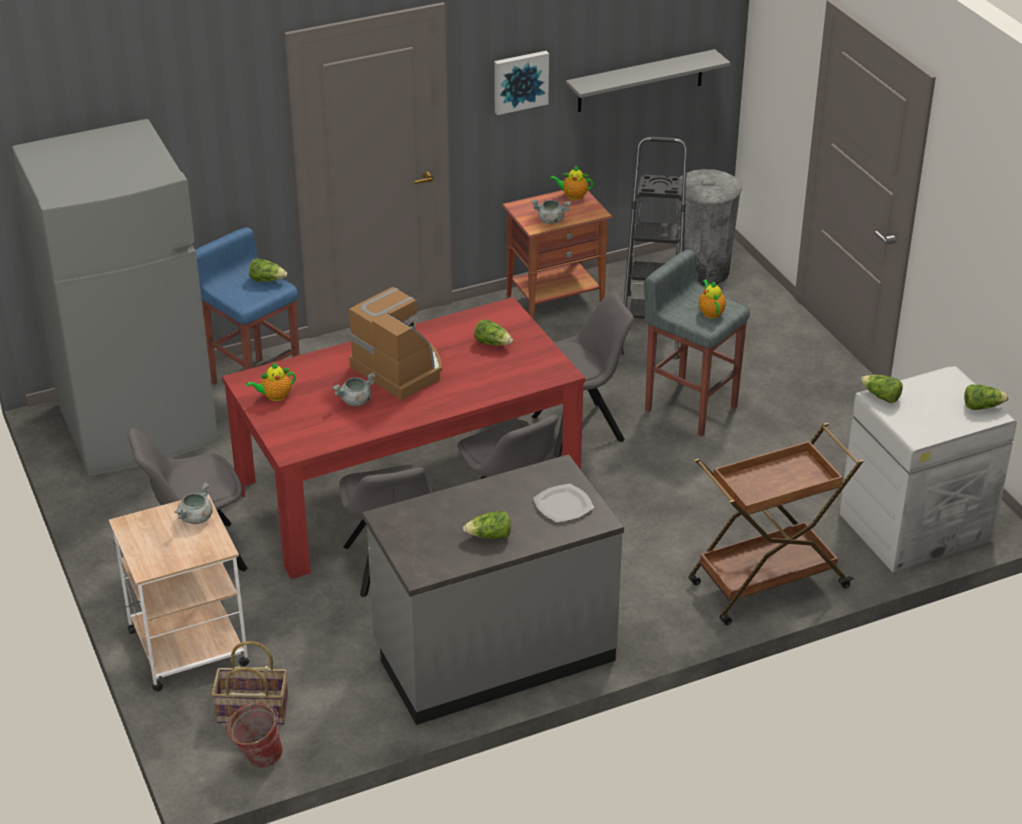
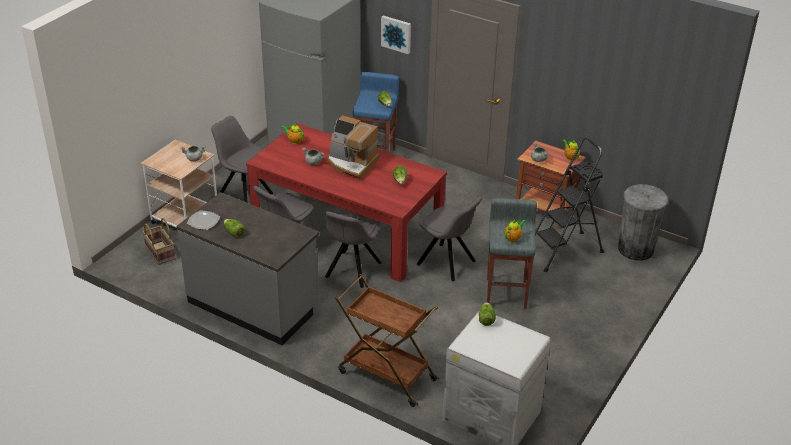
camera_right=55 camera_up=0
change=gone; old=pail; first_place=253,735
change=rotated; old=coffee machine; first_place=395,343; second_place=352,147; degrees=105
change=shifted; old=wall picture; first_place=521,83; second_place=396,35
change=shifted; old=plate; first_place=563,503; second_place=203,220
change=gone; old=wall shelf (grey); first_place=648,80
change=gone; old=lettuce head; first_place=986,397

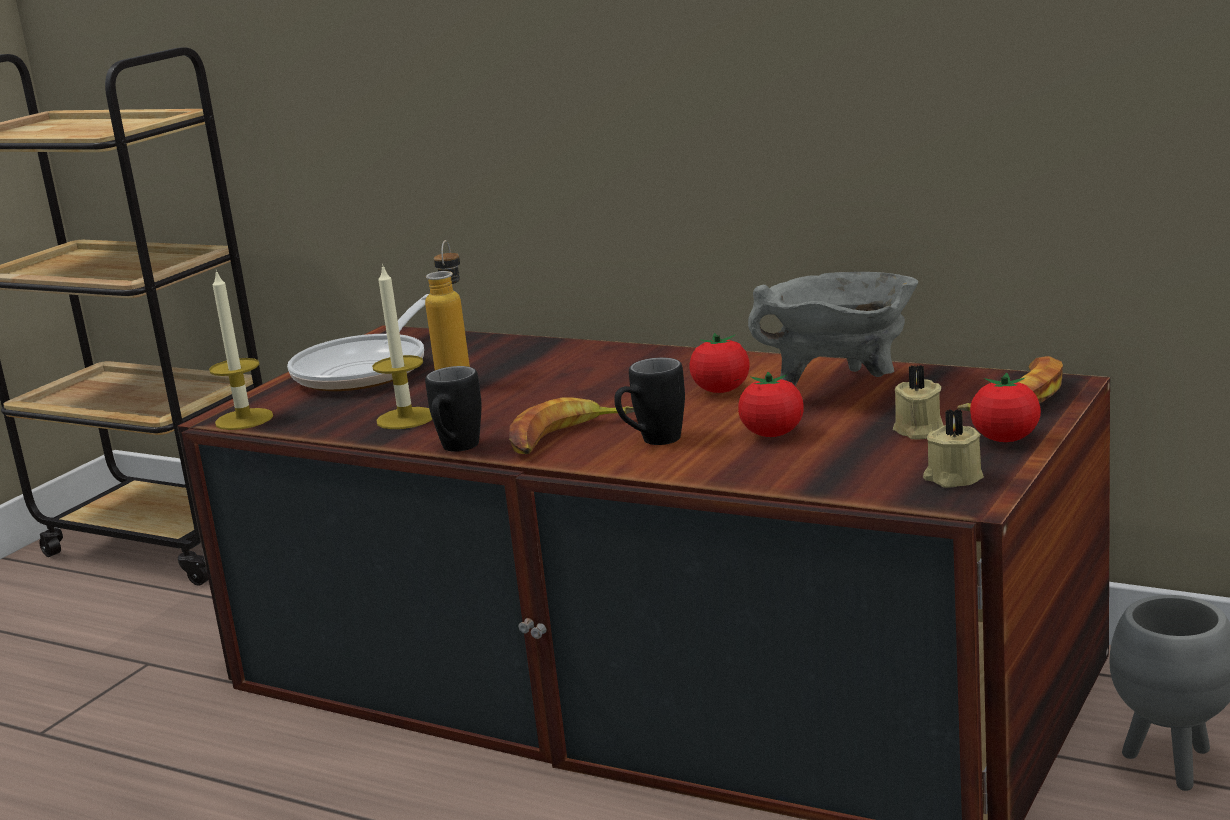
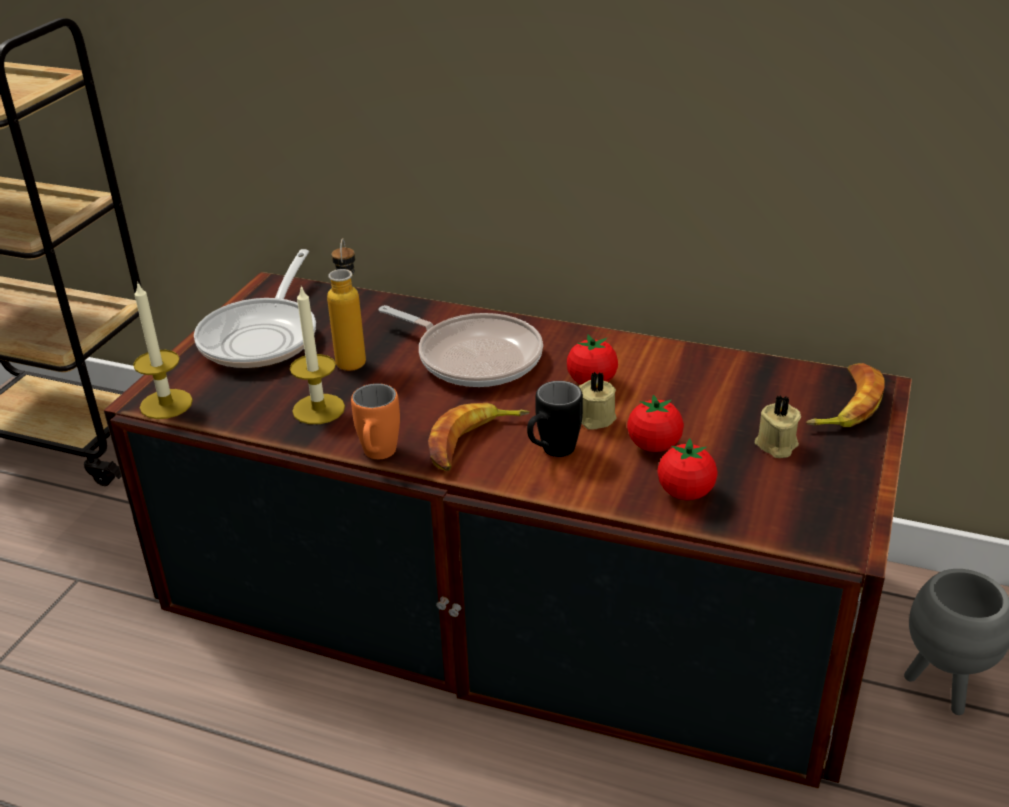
camera_right=-10 camera_up=15
change=repainted; old=mug (blackish); new=mug (orange-coloured); first_place=453,409; second_place=375,421
change=gone; old=stockpot (grey); first_place=833,329
change=shifted; old=candle (beige); first_place=953,448; second_place=597,401
change=shifted; old=tomato; first_place=1005,407; second_place=687,469
change=new; new=skillet; second_place=461,346

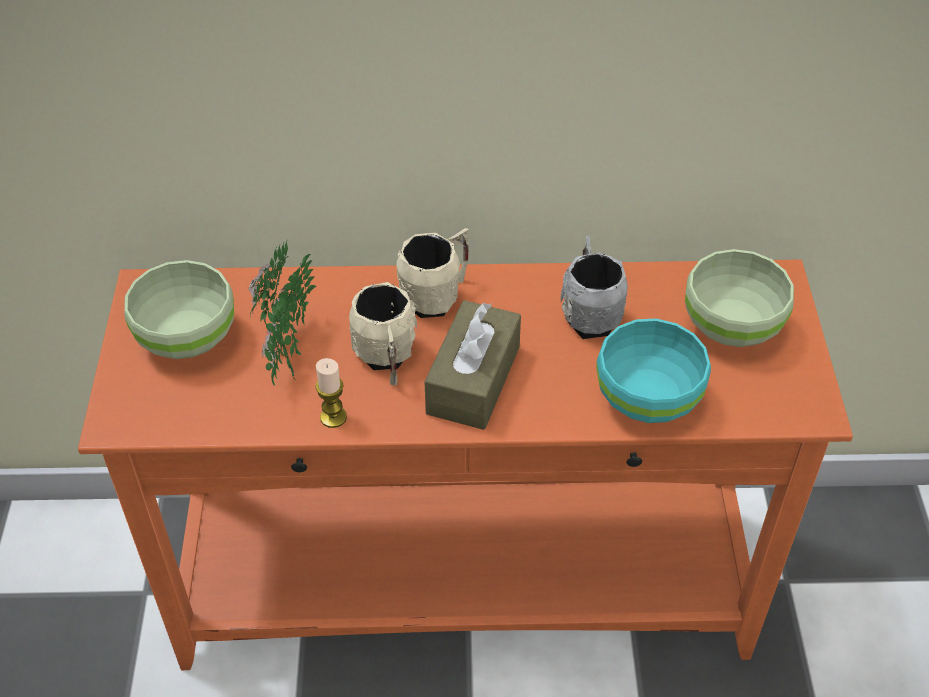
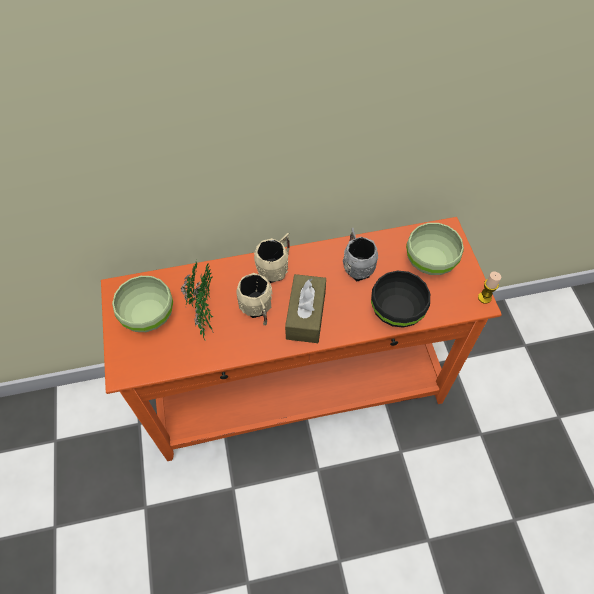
camera_right=-10 camera_up=10
change=shifted; old=candle; first_place=331,393; second_place=489,287
change=repainted; old=serving bowl (turquoise); new=serving bowl (blackish); first_place=653,370; second_place=400,299

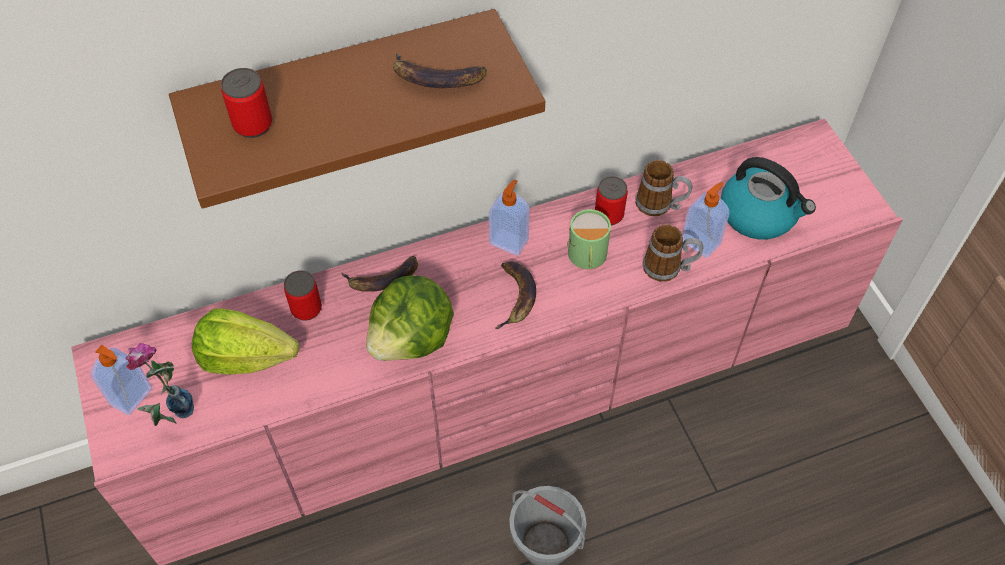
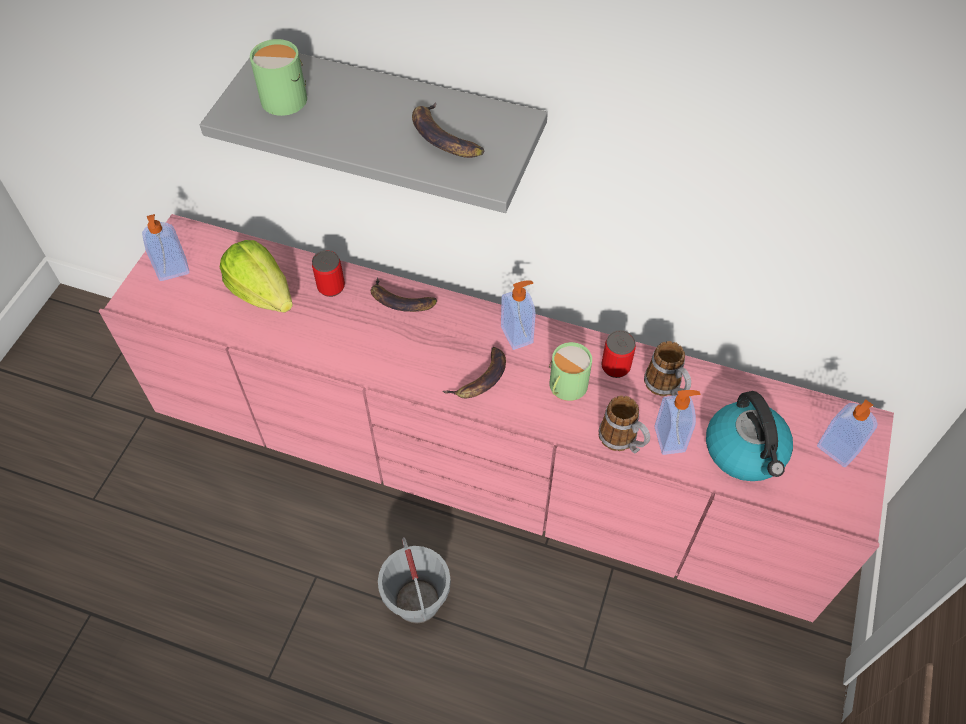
camera_right=40 camera_up=0
change=gone; old=vase; first_place=160,384
change=repainted; old=wall shelf (brown); new=wall shelf (grey); first_place=357,109; second_place=374,133
change=swapped; old=metal can; new=mug (greenish); first_place=246,103; second_place=278,77
change=gone; old=lettuce head; first_place=410,318
change=new; new=liquid soap bottle; second_place=847,433

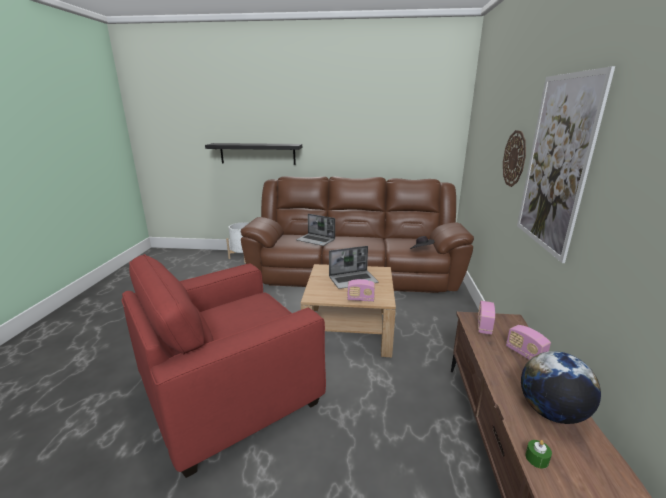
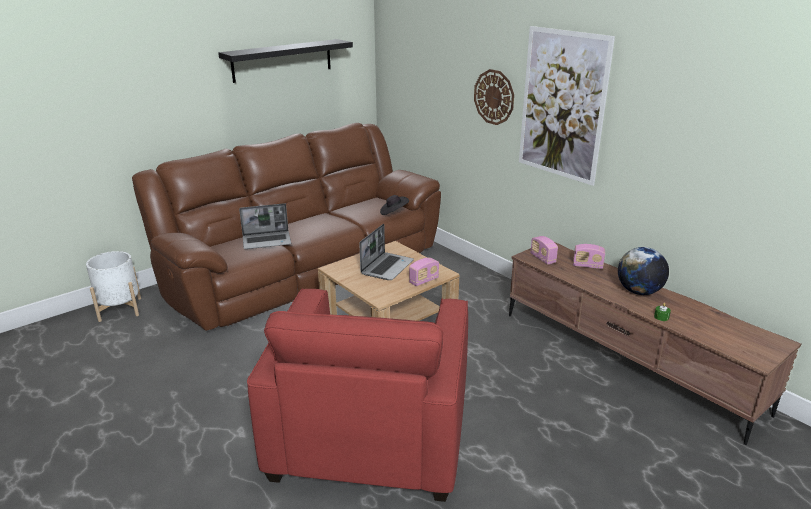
camera_right=-45 camera_up=5
change=shifted; old=wall shelf (blackish); first_place=253,154; second_place=285,61

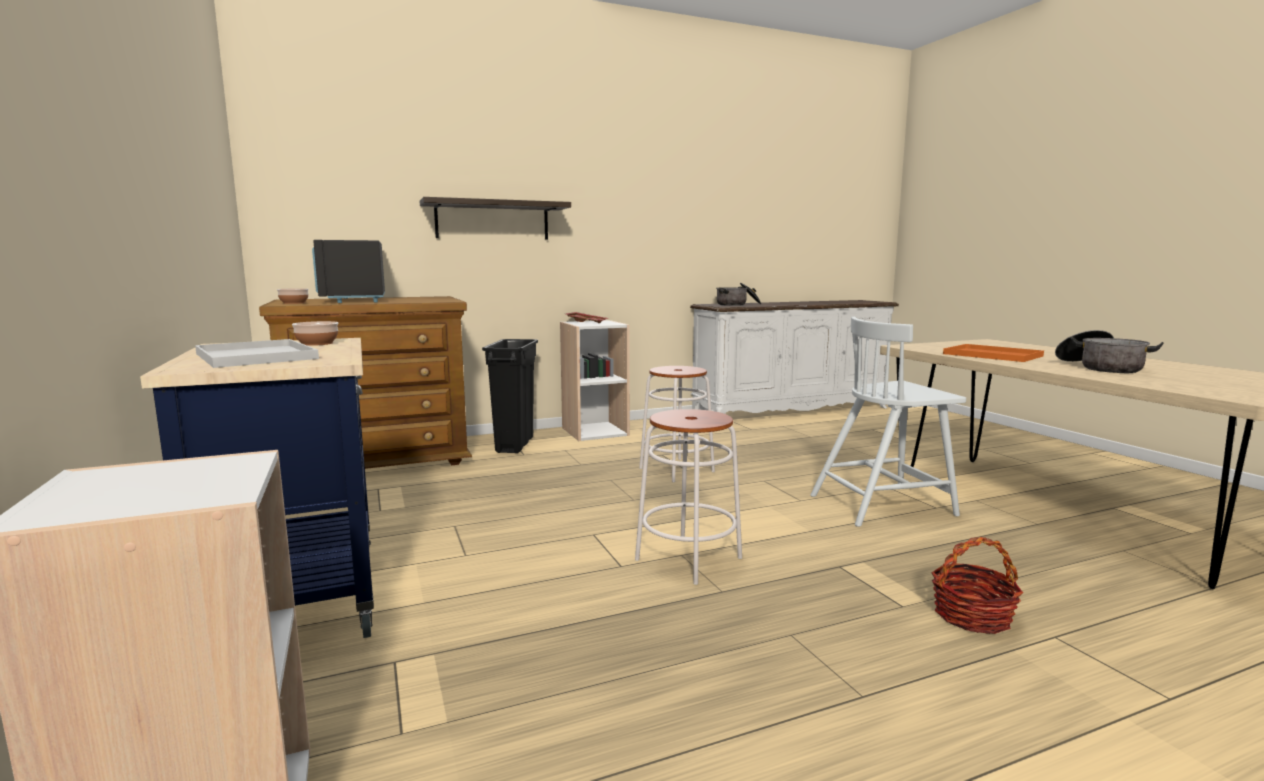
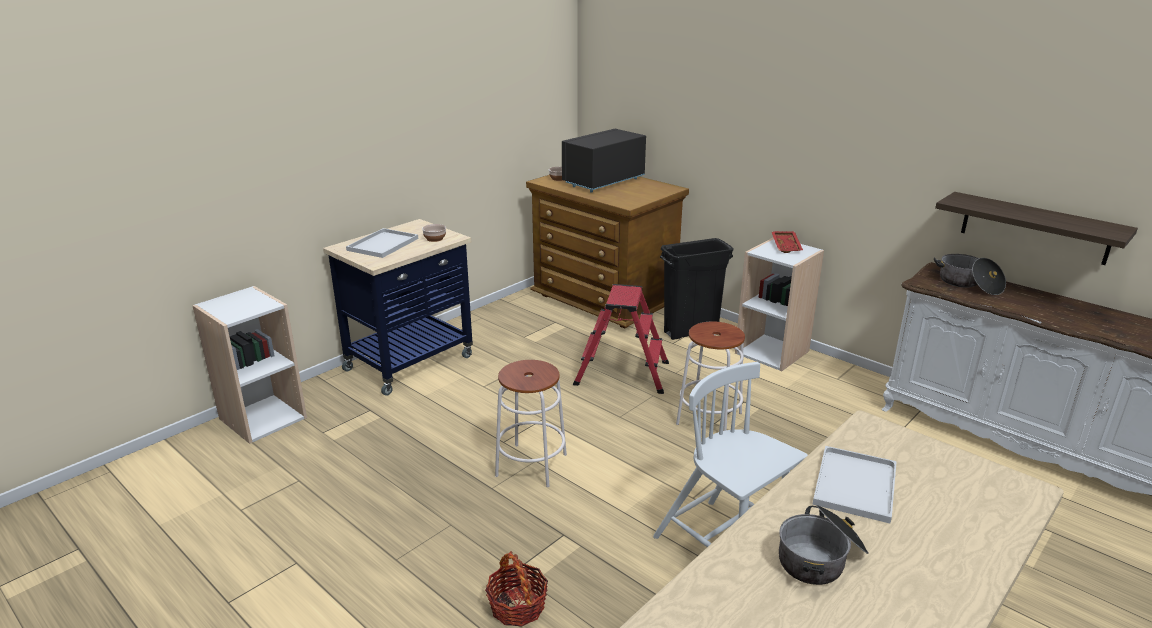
camera_right=65 camera_up=15
change=shifted; old=wall shelf; first_place=495,218; second_place=1036,228
change=repainted; old=tray (orange-coloured); new=tray (white); first_place=993,353; second_place=854,484
change=new; new=step ladder (red); second_place=621,339

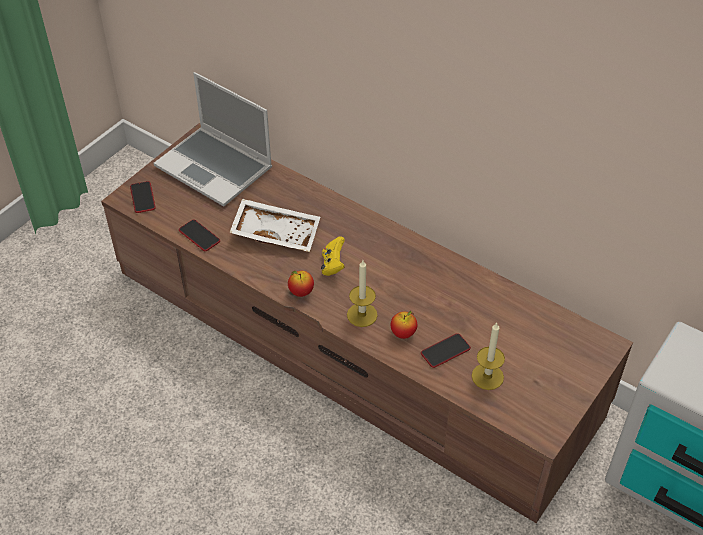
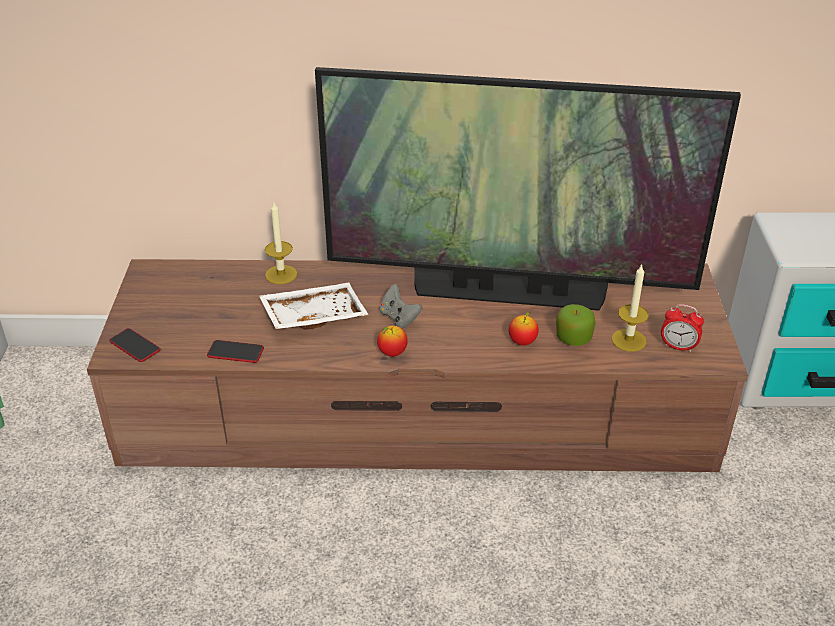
camera_right=-35 camera_up=-10
change=gone; old=laptop; first_place=213,139
change=repainted; old=gamepad (yellow); new=gamepad (grey); first_place=333,256; second_place=401,306
change=shifted; old=candle; first_place=362,293; second_place=281,243
change=swapped; old=phone; new=whole apple; first_place=446,350; second_place=576,325
change=new; new=TV set; second_place=528,189
change=new; new=alarm clock; second_place=682,328

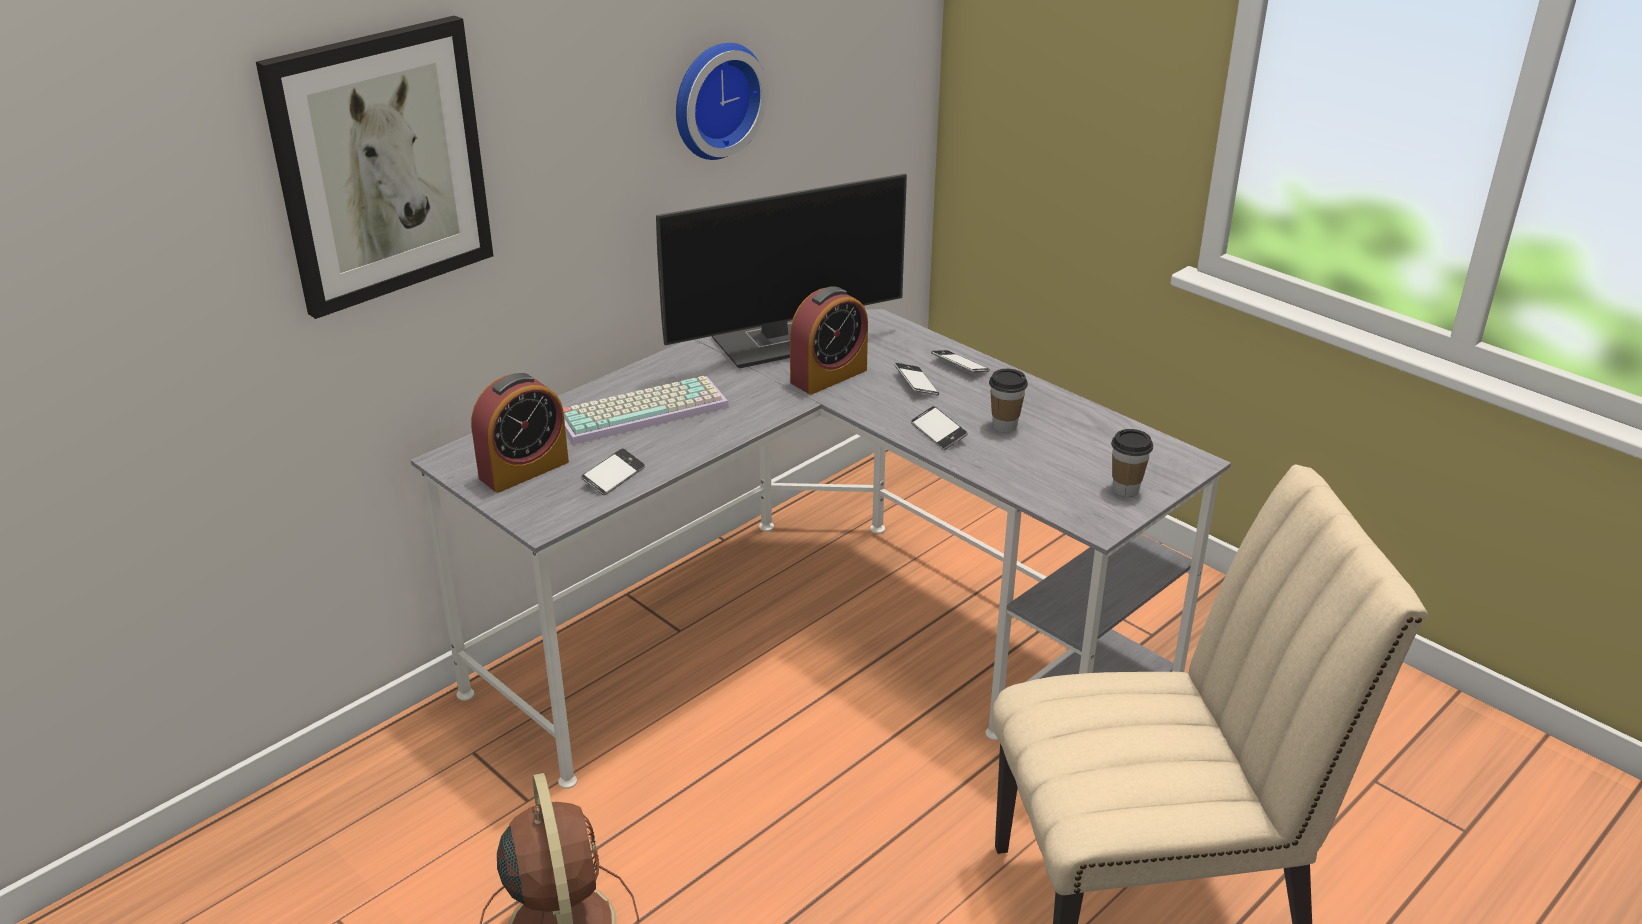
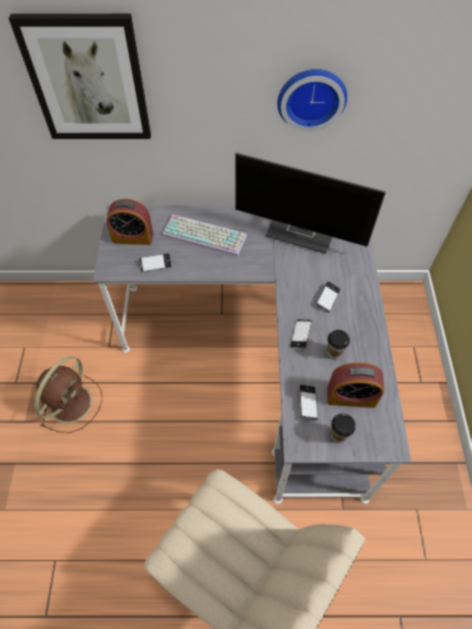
camera_right=45 camera_up=25
change=shifted; old=alarm clock; first_place=829,340; second_place=355,385
change=shifted; old=phone; first_place=960,361; second_place=308,403

